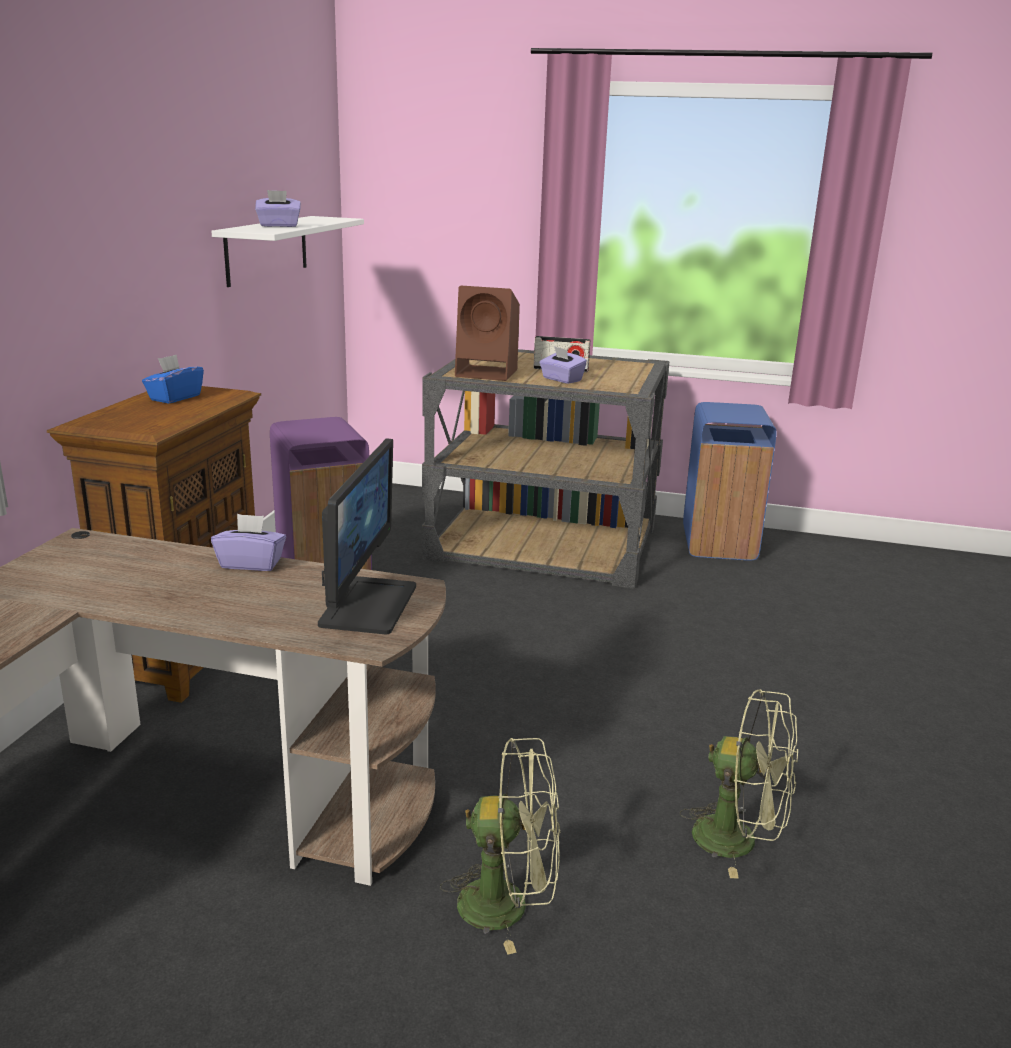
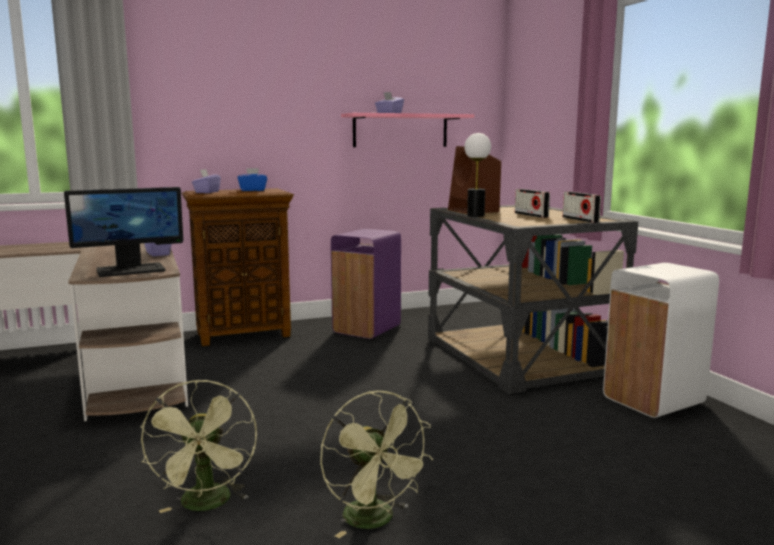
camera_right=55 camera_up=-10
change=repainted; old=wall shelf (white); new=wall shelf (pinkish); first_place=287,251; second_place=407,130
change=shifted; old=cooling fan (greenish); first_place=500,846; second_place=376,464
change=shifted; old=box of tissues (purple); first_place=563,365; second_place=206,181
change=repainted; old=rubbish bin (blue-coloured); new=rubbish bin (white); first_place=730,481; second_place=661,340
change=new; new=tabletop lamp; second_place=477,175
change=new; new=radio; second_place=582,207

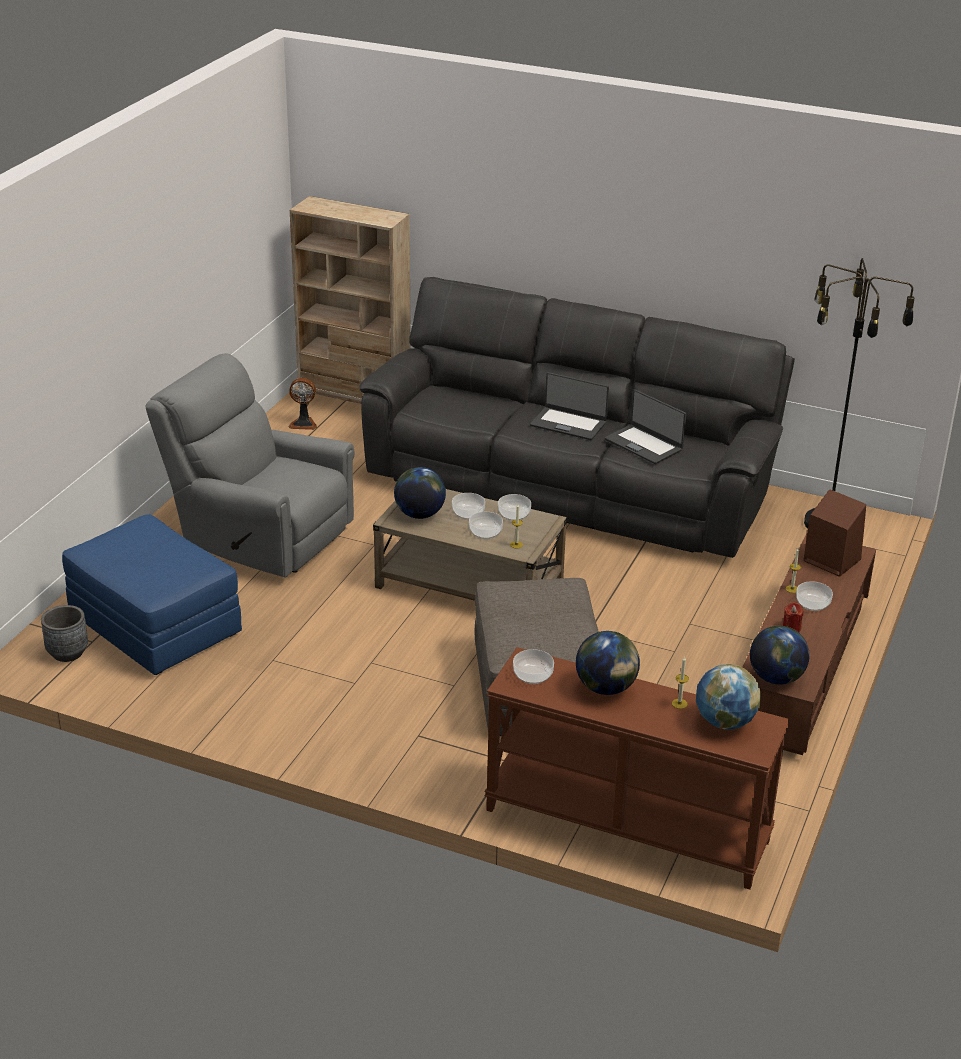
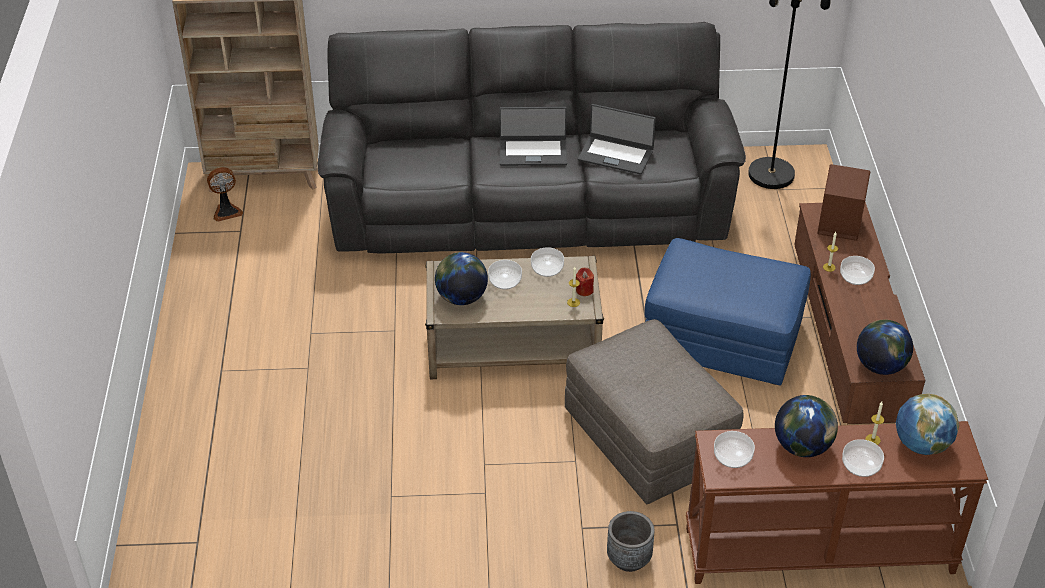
camera_right=-25 camera_up=10
change=shifted; old=plant pot (grey); first_place=64,633; second_place=630,541
change=shifted; old=footrest (blue-coloured); first_place=152,594; second_place=728,311
change=gone; old=armchair (grey); first_place=250,465
change=shifted; old=serving bowl; first_place=486,525; second_place=863,458
change=shifted; old=candle (red); first_place=793,617; second_place=585,282

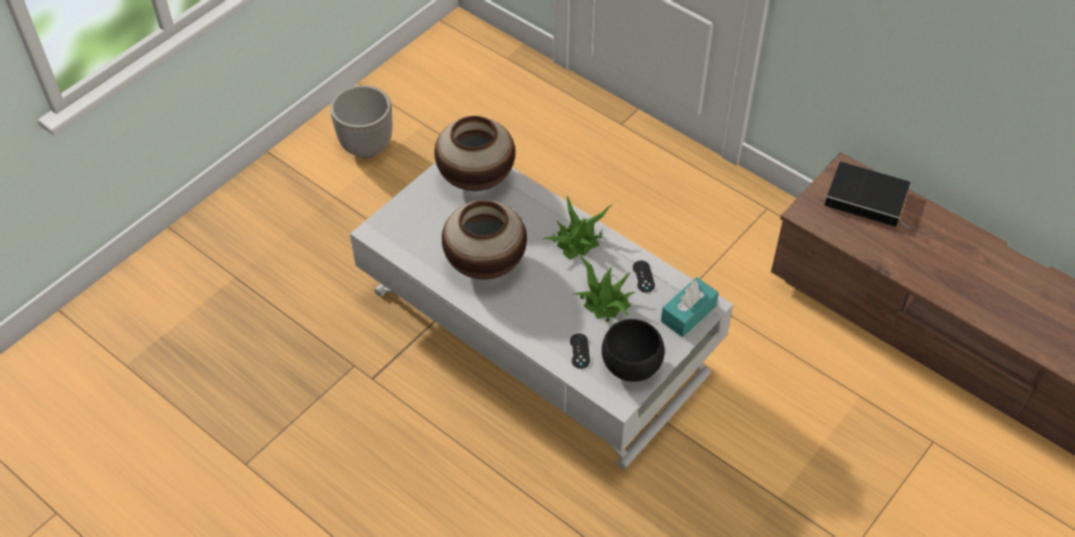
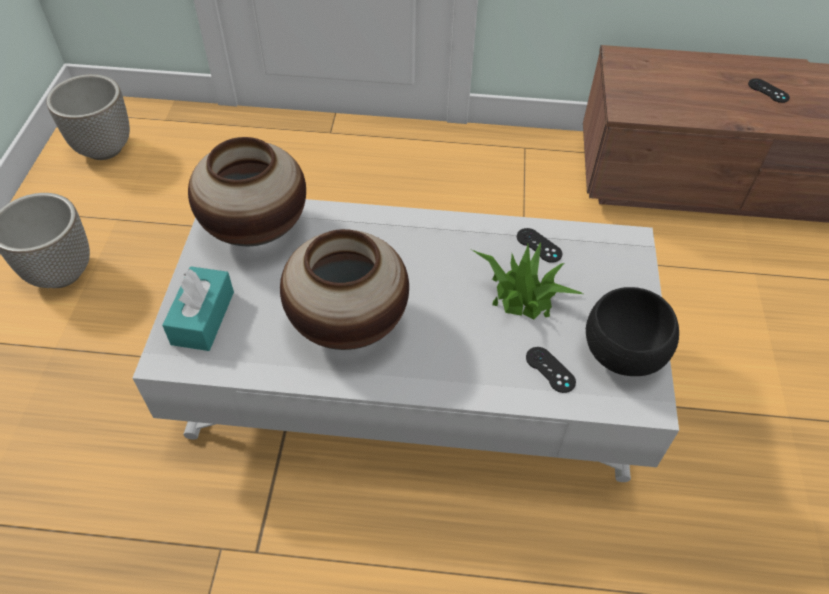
camera_right=-35 camera_up=0
change=gone; old=plant in a pot; first_place=577,228
change=shifted; old=box of tissues (turquoise); first_place=690,307; second_place=198,308
change=gone; old=volume; first_place=868,195
change=new; new=plant pot; second_place=88,117
change=new; new=gamepad (blackish); second_place=769,90

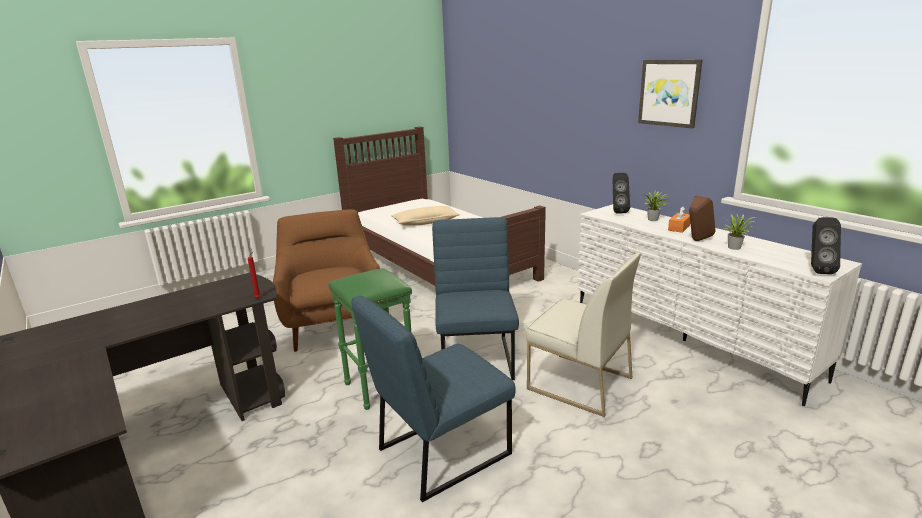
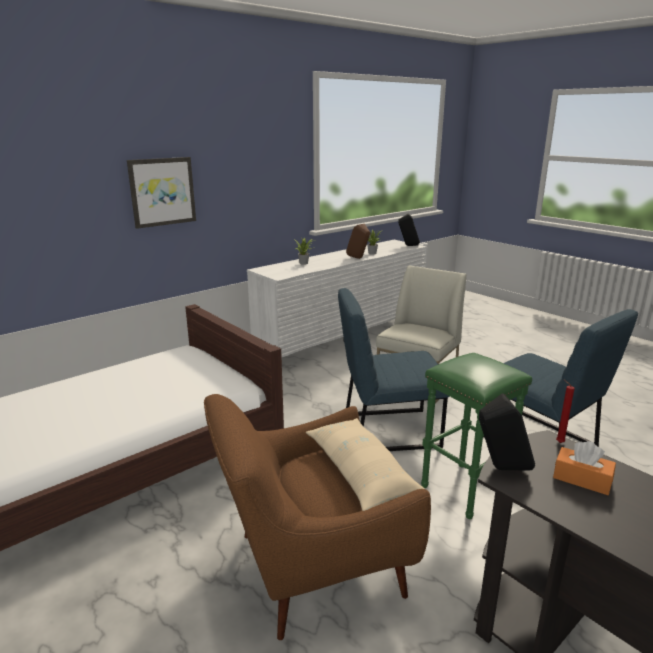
camera_right=-95 camera_up=0
change=shifted; old=cushion (beige); first_place=426,216; second_place=365,464
change=shifted; old=speaker (blackish); first_place=621,193; second_place=507,431
change=shifted; old=wall picture; first_place=670,93; second_place=161,193
change=shifted; old=box of tissues (orange-coloured); first_place=679,219; second_place=584,468

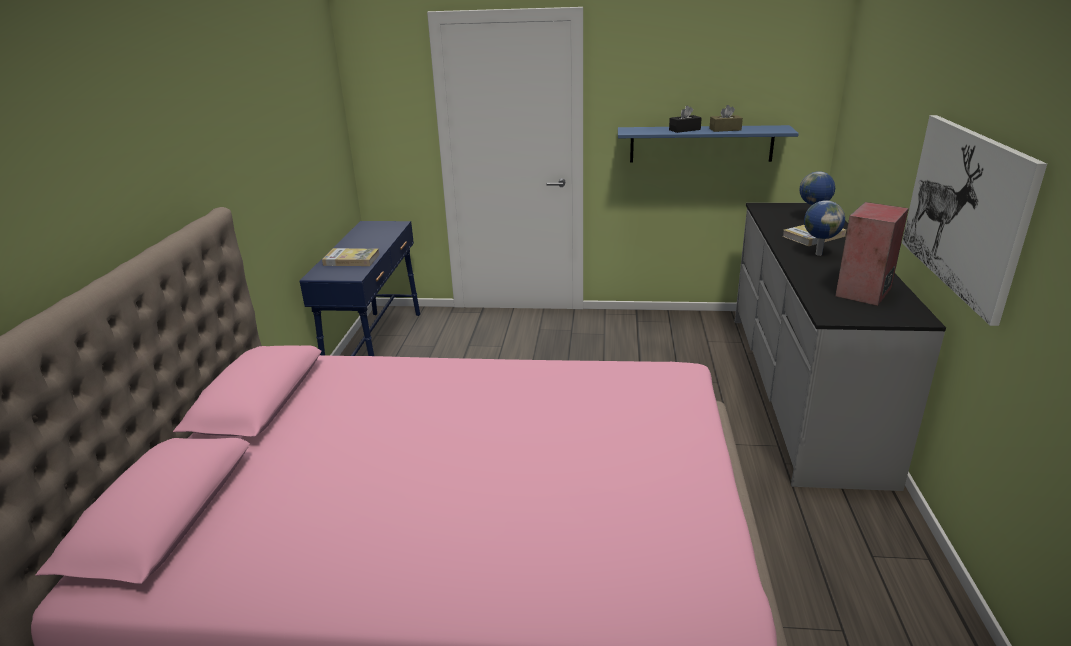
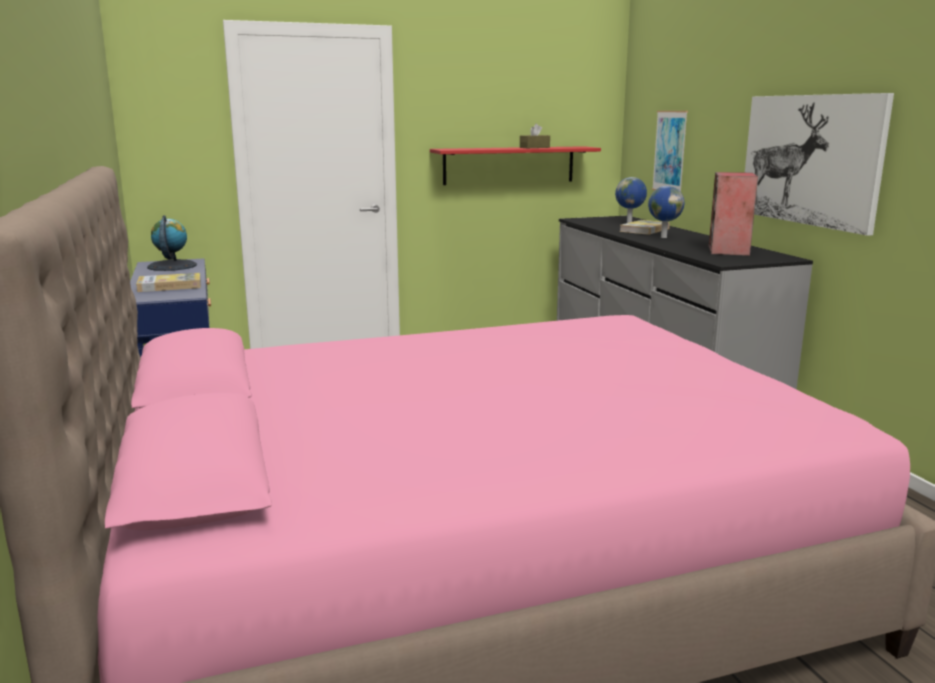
camera_right=-25 camera_up=-10
change=repainted; old=wall shelf (blue-coloured); new=wall shelf (red); first_place=708,144; second_place=515,165
change=gone; old=box of tissues (blackish); first_place=685,119
change=new; new=desk globe; second_place=172,243
change=new; new=wall picture; second_place=670,151

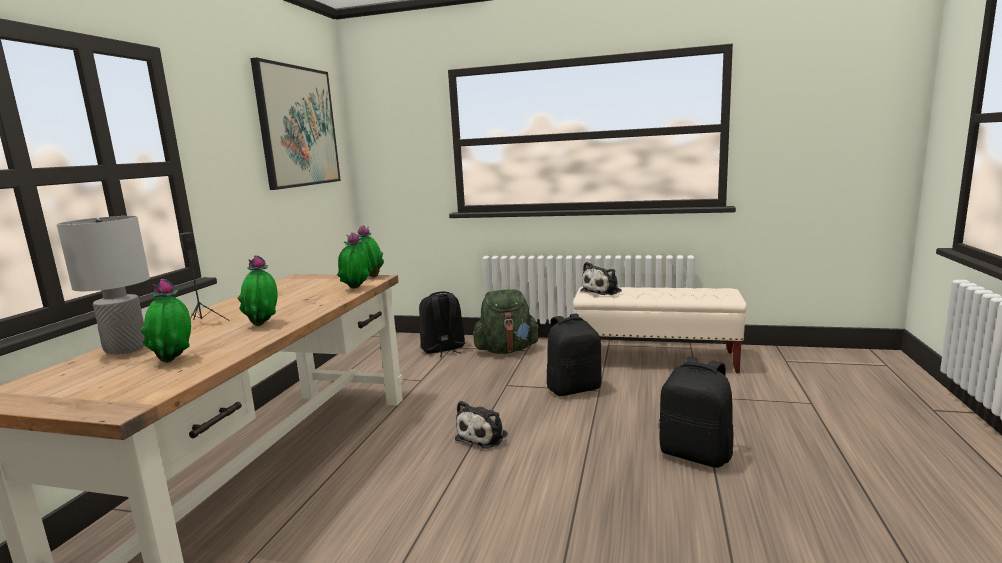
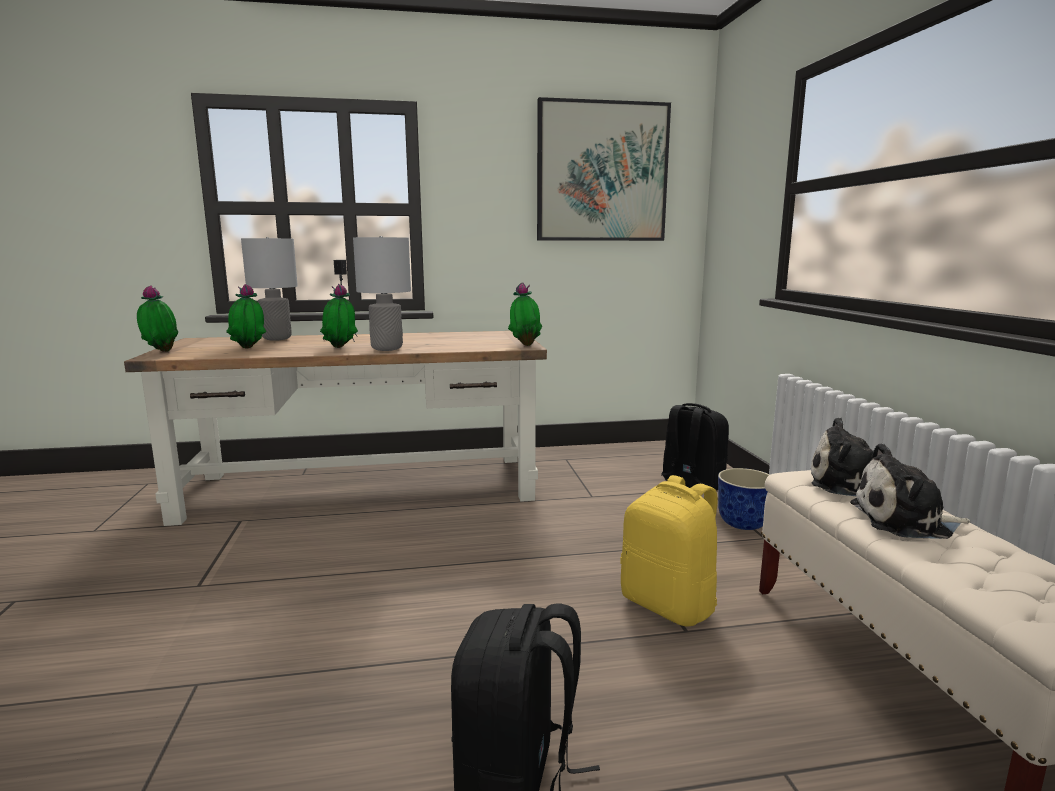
camera_right=65 camera_up=0
change=shifted; old=plant in a pot; first_place=353,260; second_place=157,318
change=shifted; old=soft toy; first_place=481,425; second_place=910,491
change=swapped; old=knapsack (greenish); new=plant pot; first_place=506,321; second_place=744,499
change=repainted; old=knapsack (blackish); new=knapsack (yellow); first_place=574,354; second_place=669,551
change=new; new=tabletop lamp (grey); second_place=382,293

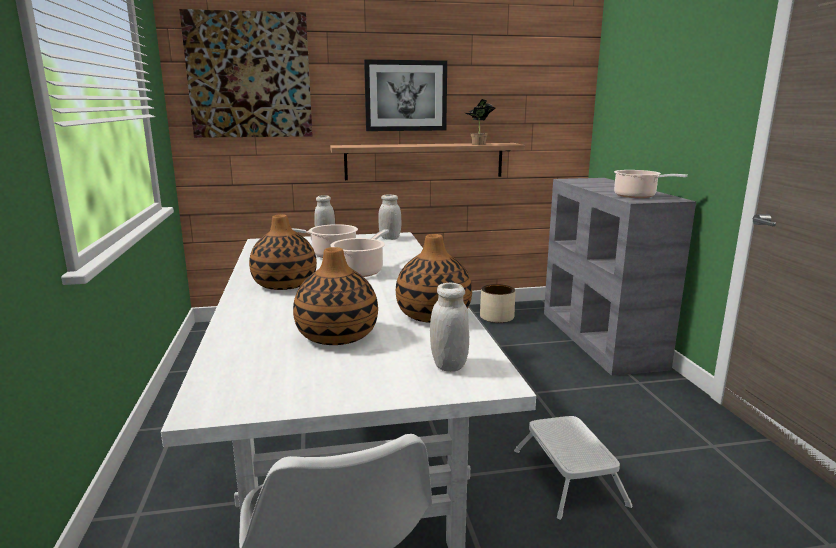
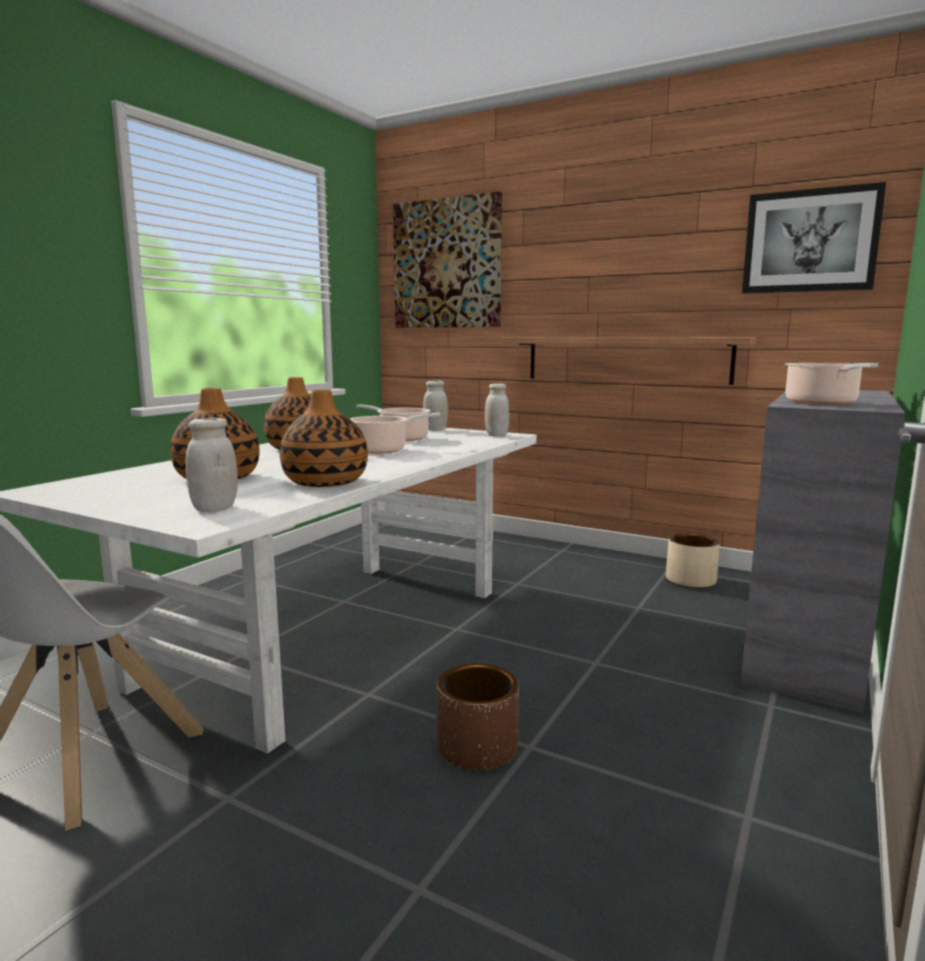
camera_right=40 camera_up=-5
change=shifted; old=wall picture; first_place=405,95; second_place=814,237
change=gone; old=plant in a pot; first_place=480,122
change=swapped; old=step ladder (white); new=plant pot (brown); first_place=573,468; second_place=477,717

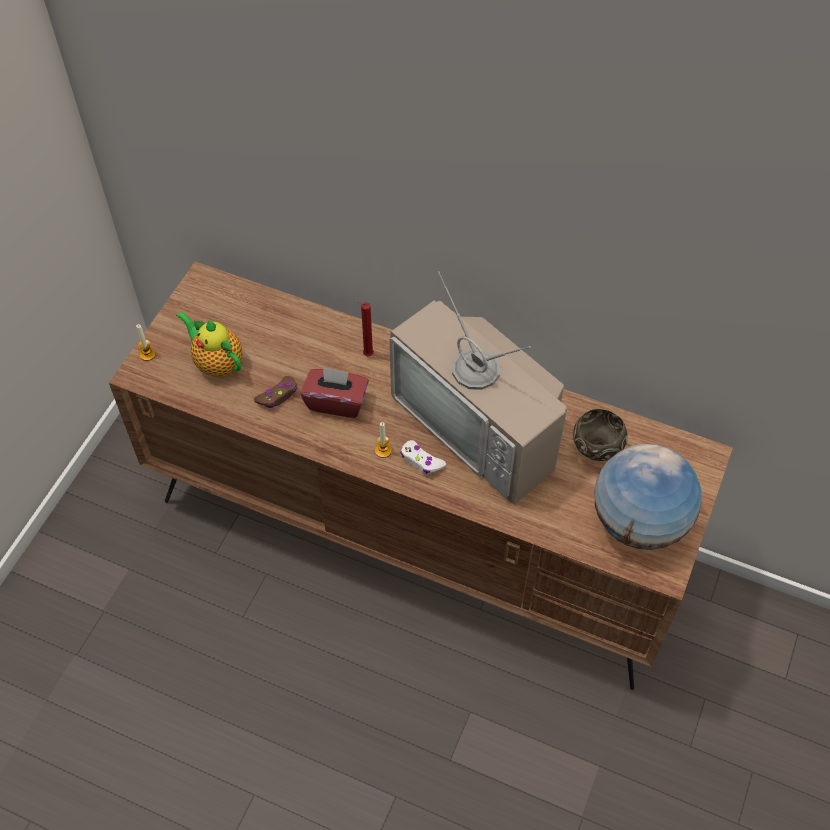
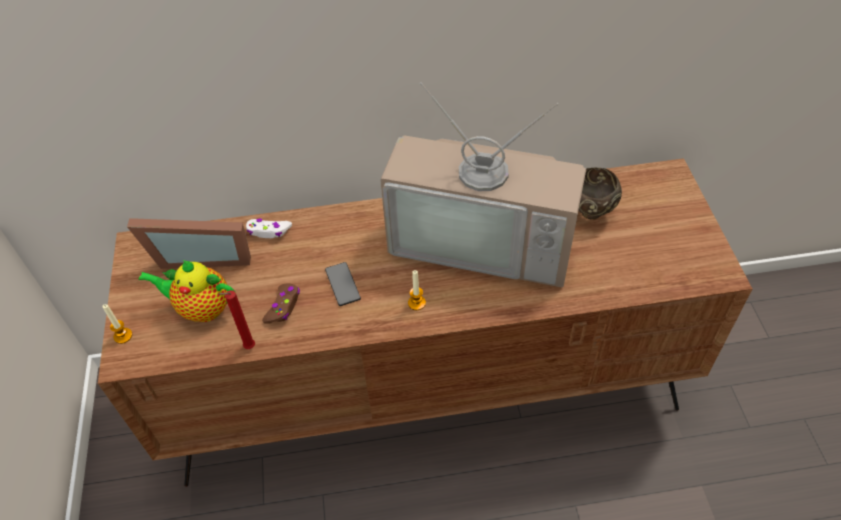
camera_right=-30 camera_up=-5
change=swapped; old=box of tissues (red); new=phone; first_place=334,392; second_place=343,284
change=shifted; old=candle (red); first_place=365,328; second_place=236,319
change=shifted; old=gamepad (white); first_place=423,457; second_place=269,228
change=gone; old=desk globe; first_place=648,497
change=new; new=picture frame; second_place=189,243

